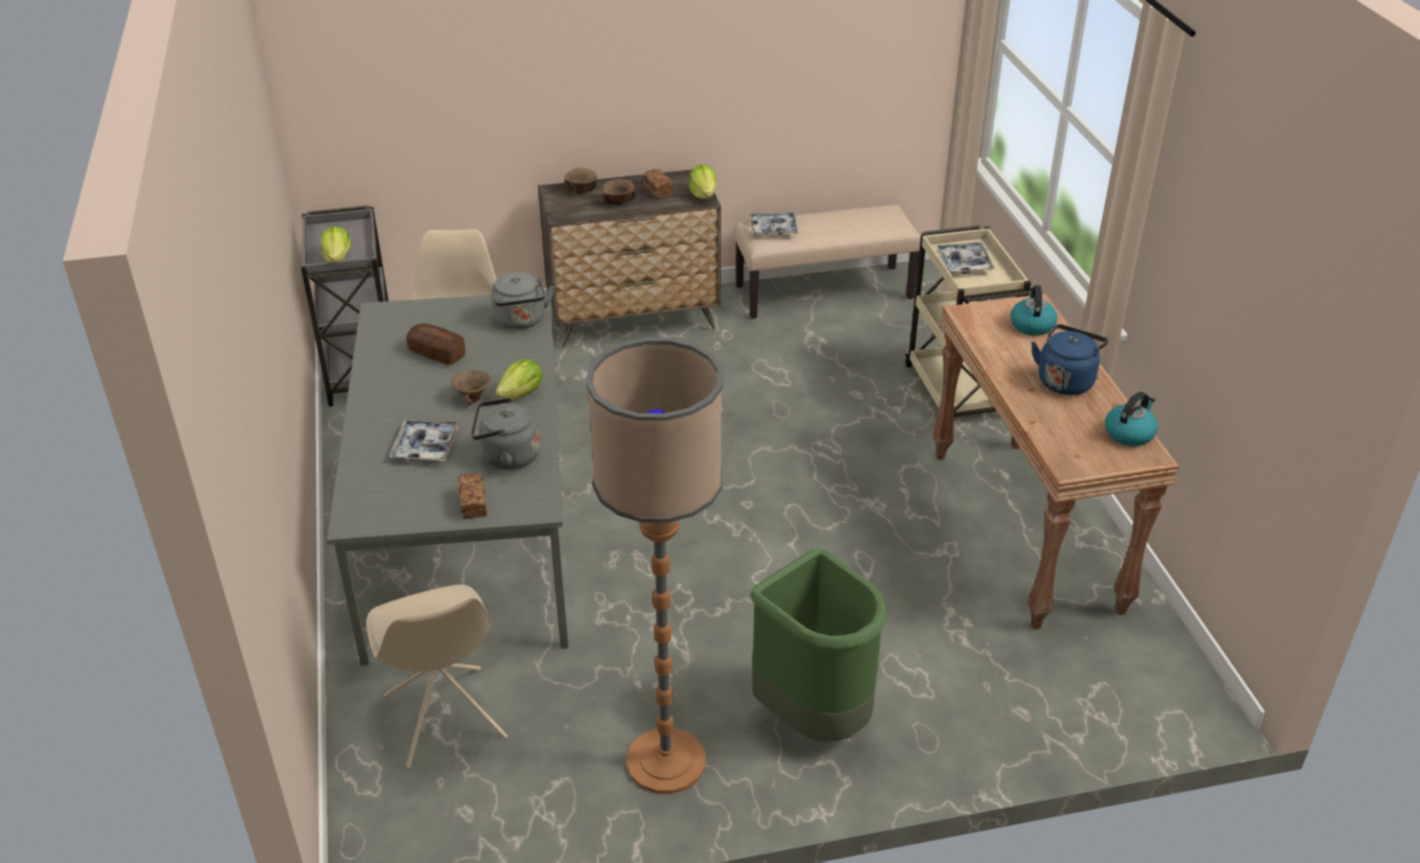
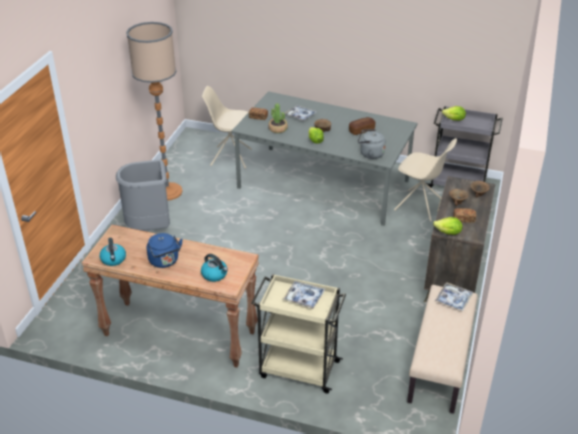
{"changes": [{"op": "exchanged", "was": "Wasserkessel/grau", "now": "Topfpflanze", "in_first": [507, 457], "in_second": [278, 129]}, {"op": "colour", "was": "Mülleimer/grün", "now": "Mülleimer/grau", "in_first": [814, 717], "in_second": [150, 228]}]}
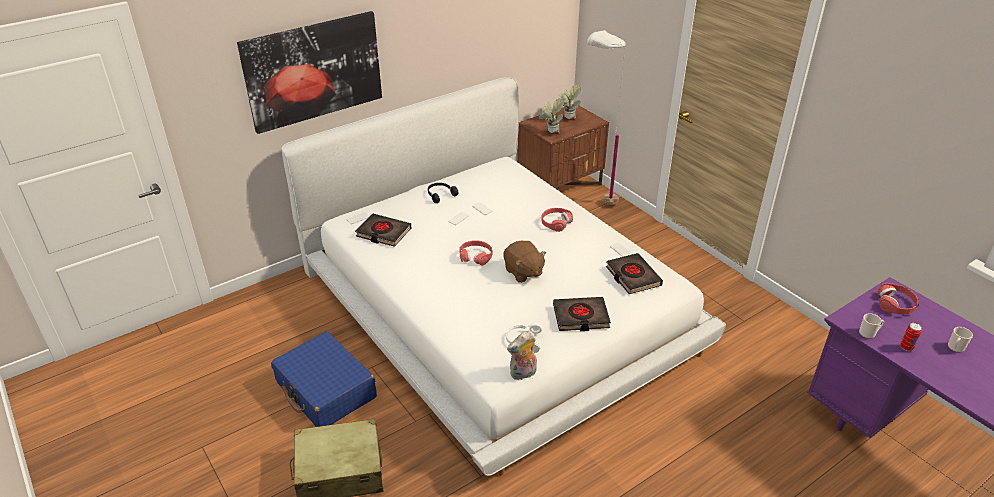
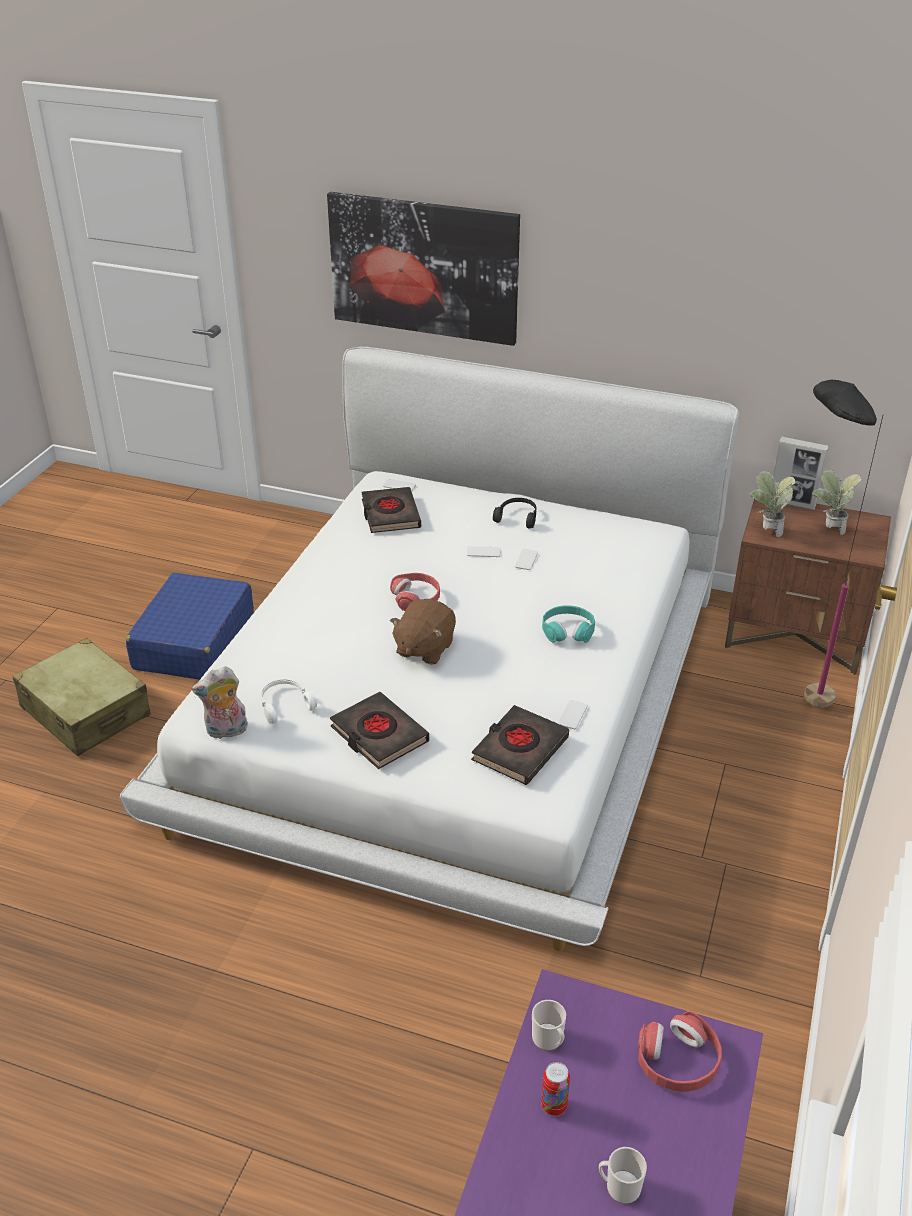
{"changes": [{"op": "appeared", "now": "Bilderrahmen", "in_second": [792, 503]}, {"op": "colour", "was": "Kopfhörer/rot", "now": "Kopfhörer/türkis", "in_first": [556, 223], "in_second": [568, 631]}, {"op": "colour", "was": "Stehlampe/weiß", "now": "Stehlampe/schwarz", "in_first": [596, 205], "in_second": [794, 692]}, {"op": "spun", "was": "Plüschtier", "in_first": [523, 374], "in_second": [226, 731], "clockwise": -45}]}
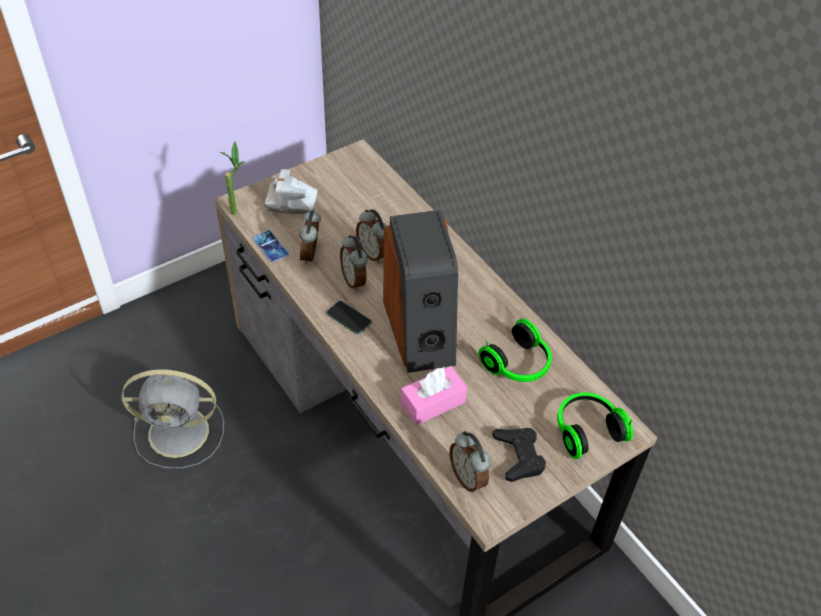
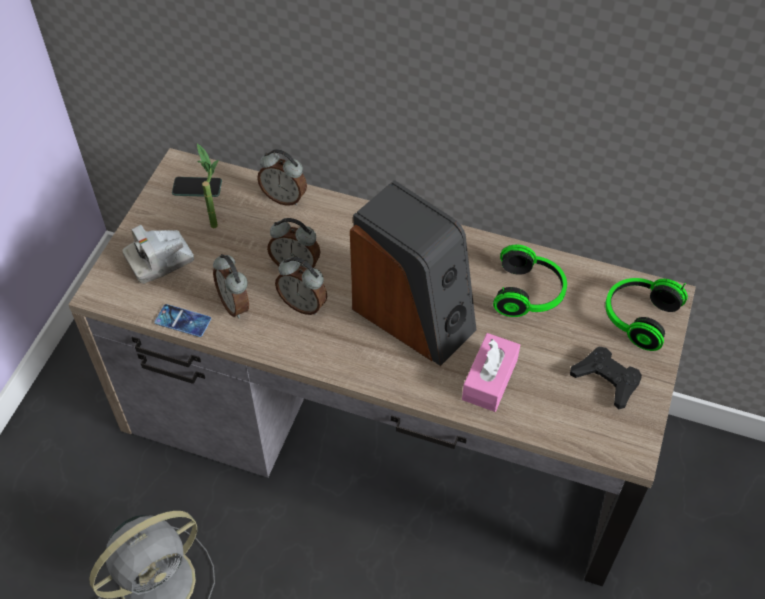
{"changes": [{"op": "relocated", "was": "Topfpflanze", "in_first": [238, 209], "in_second": [214, 220]}, {"op": "relocated", "was": "Handy", "in_first": [349, 318], "in_second": [197, 187]}, {"op": "relocated", "was": "Wecker", "in_first": [468, 477], "in_second": [284, 197]}]}
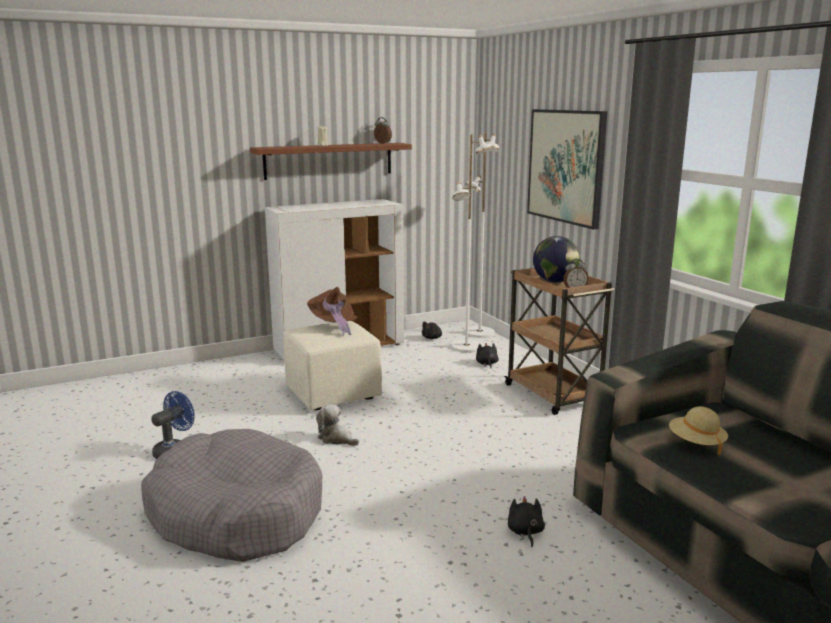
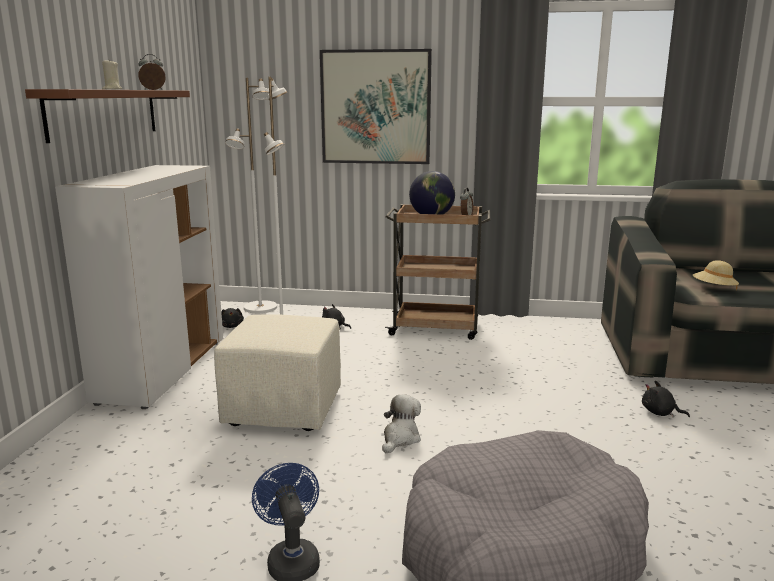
{"changes": [{"op": "missing", "was": "Hut/braun", "in_first": [334, 326]}, {"op": "spun", "was": "Plüschtier", "in_first": [337, 439], "in_second": [400, 438], "clockwise": 135}]}
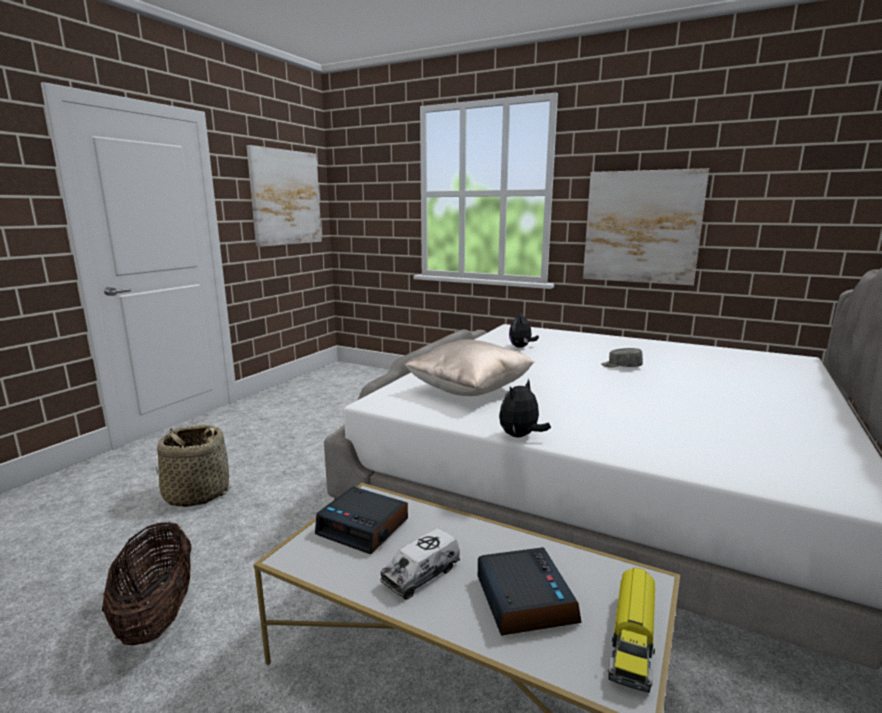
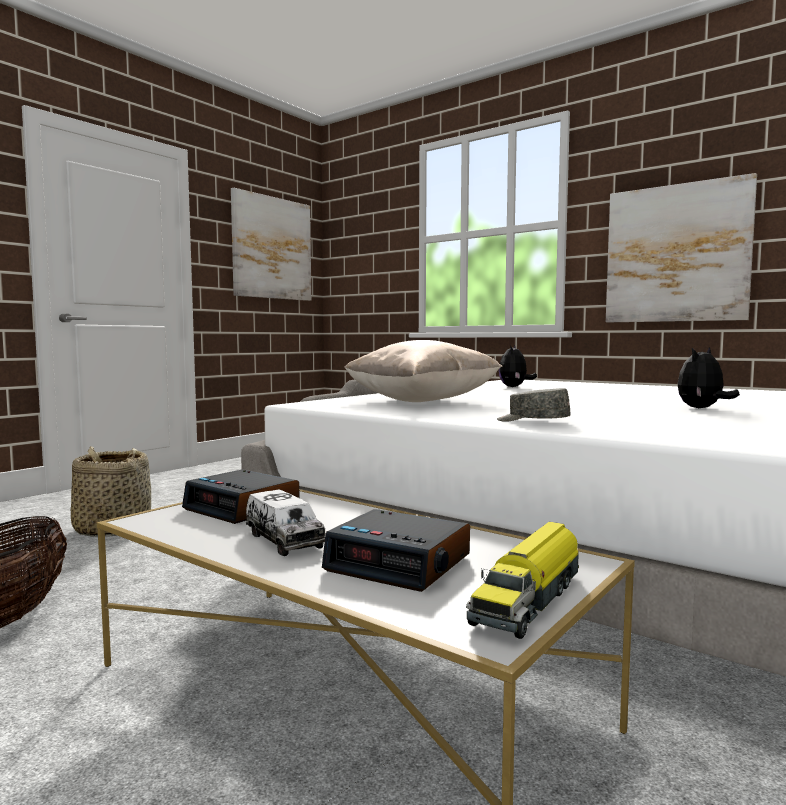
{"changes": [{"op": "relocated", "was": "Plüschtier", "in_first": [520, 436], "in_second": [702, 408]}, {"op": "relocated", "was": "Kappe/grau", "in_first": [621, 366], "in_second": [532, 421]}, {"op": "spun", "was": "Spielzeuglaster", "in_first": [421, 575], "in_second": [284, 539], "clockwise": -90}, {"op": "spun", "was": "Wecker", "in_first": [524, 599], "in_second": [400, 563], "clockwise": 120}]}
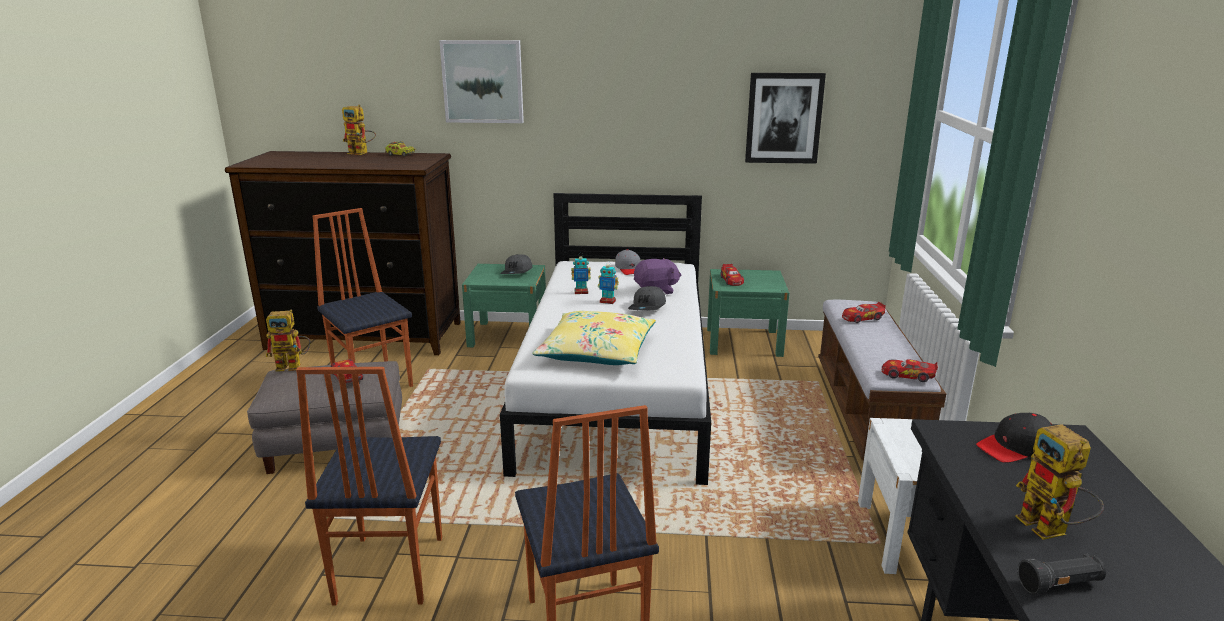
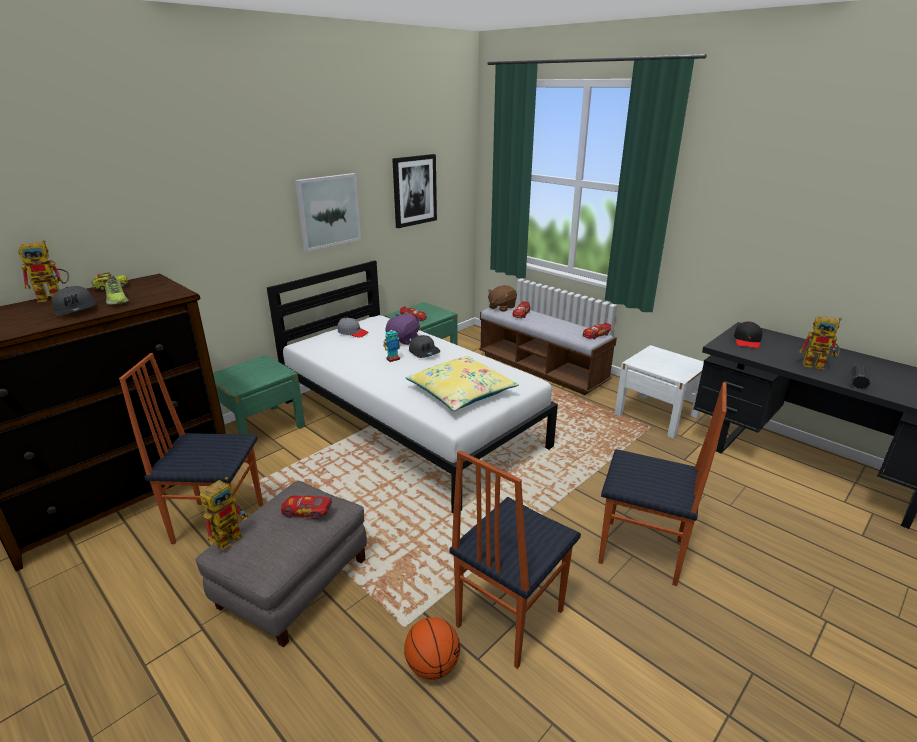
{"changes": [{"op": "missing", "was": "Spielzeugroboter", "in_first": [581, 292]}, {"op": "appeared", "now": "Schuh", "in_second": [116, 300]}, {"op": "appeared", "now": "Basketball", "in_second": [432, 665]}, {"op": "appeared", "now": "Plüschtier/braun", "in_second": [501, 307]}, {"op": "relocated", "was": "Bild", "in_first": [483, 81], "in_second": [328, 211]}, {"op": "relocated", "was": "Kappe/grau", "in_first": [517, 272], "in_second": [76, 309]}, {"op": "spun", "was": "Stuhl", "in_first": [387, 570], "in_second": [508, 618], "clockwise": 90}]}
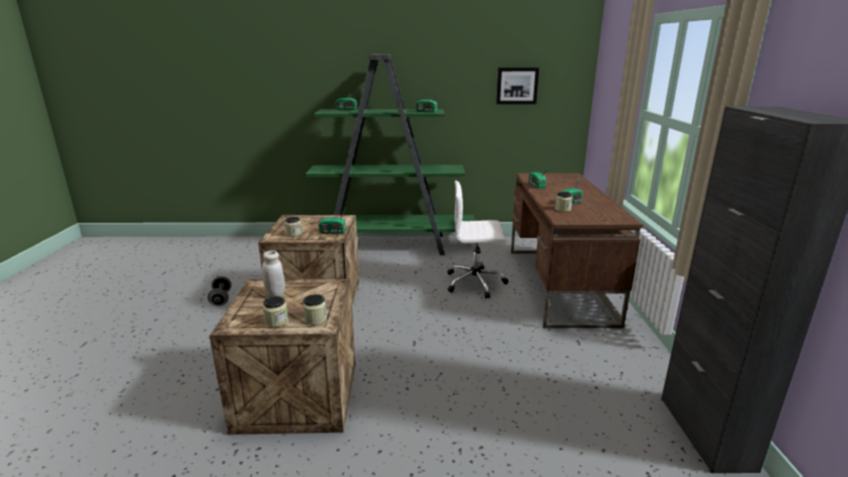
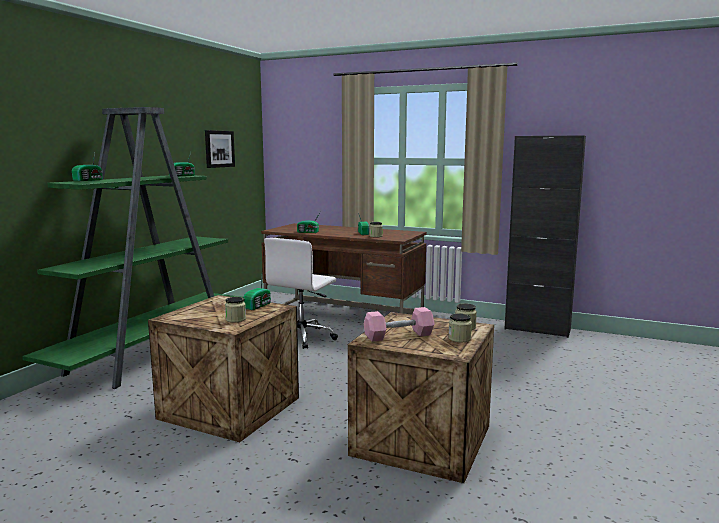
{"changes": [{"op": "missing", "was": "Hantel/grau", "in_first": [221, 299]}, {"op": "exchanged", "was": "Vorratsglas/weiß", "now": "Hantel/rosa", "in_first": [275, 294], "in_second": [398, 336]}]}
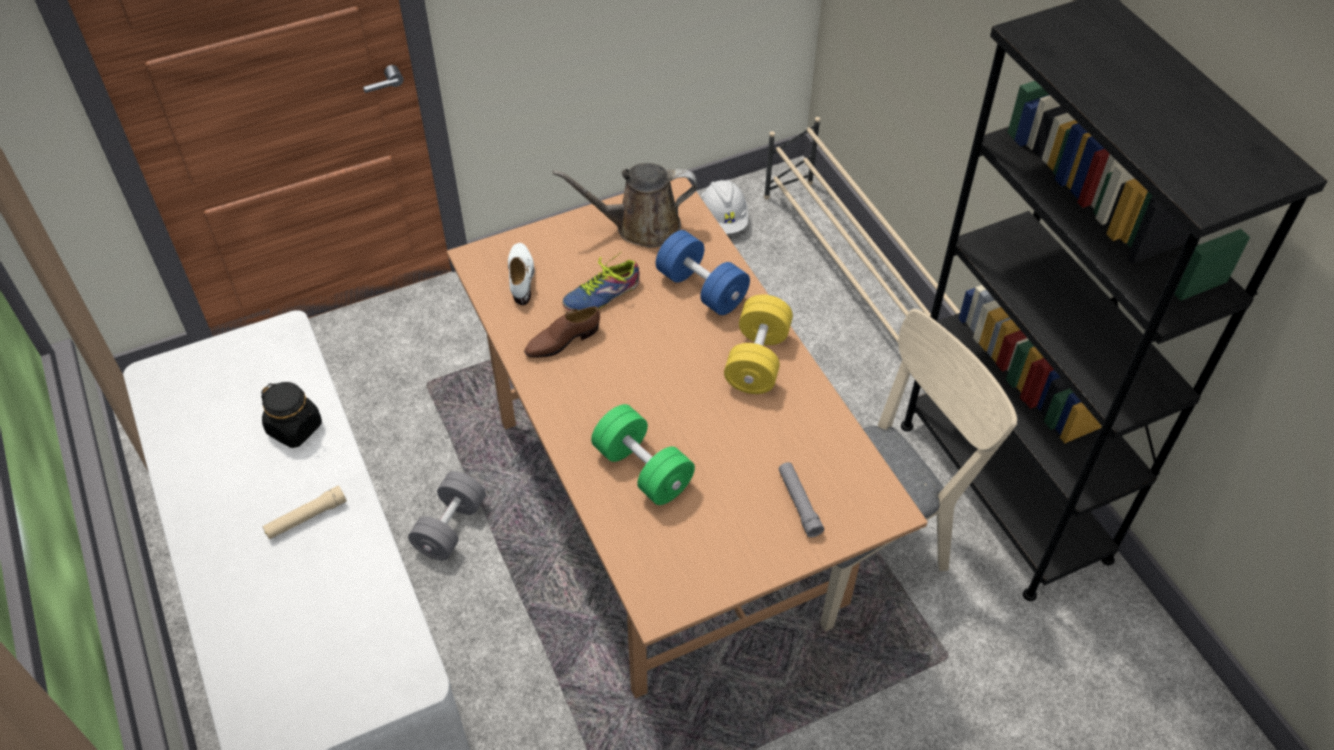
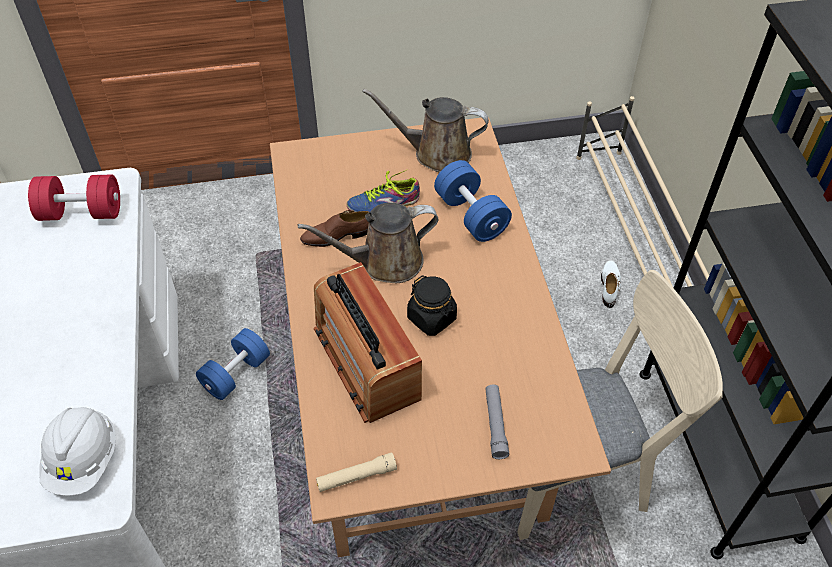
{"changes": [{"op": "missing", "was": "Hantel/gelb", "in_first": [757, 360]}, {"op": "appeared", "now": "Hantel/rot", "in_second": [81, 212]}, {"op": "appeared", "now": "Gießkanne/braun", "in_second": [384, 262]}, {"op": "relocated", "was": "Vorratsglas/schwarz", "in_first": [295, 428], "in_second": [432, 318]}, {"op": "relocated", "was": "Taschenlampe/beige", "in_first": [306, 518], "in_second": [356, 477]}, {"op": "relocated", "was": "Schuh/weiß", "in_first": [521, 277], "in_second": [609, 286]}, {"op": "relocated", "was": "Schutzhelm/weiß", "in_first": [723, 220], "in_second": [84, 460]}, {"op": "exchanged", "was": "Hantel/grün", "now": "Radio", "in_first": [643, 469], "in_second": [366, 362]}, {"op": "colour", "was": "Hantel/grau", "now": "Hantel/blau", "in_first": [450, 527], "in_second": [236, 374]}]}
